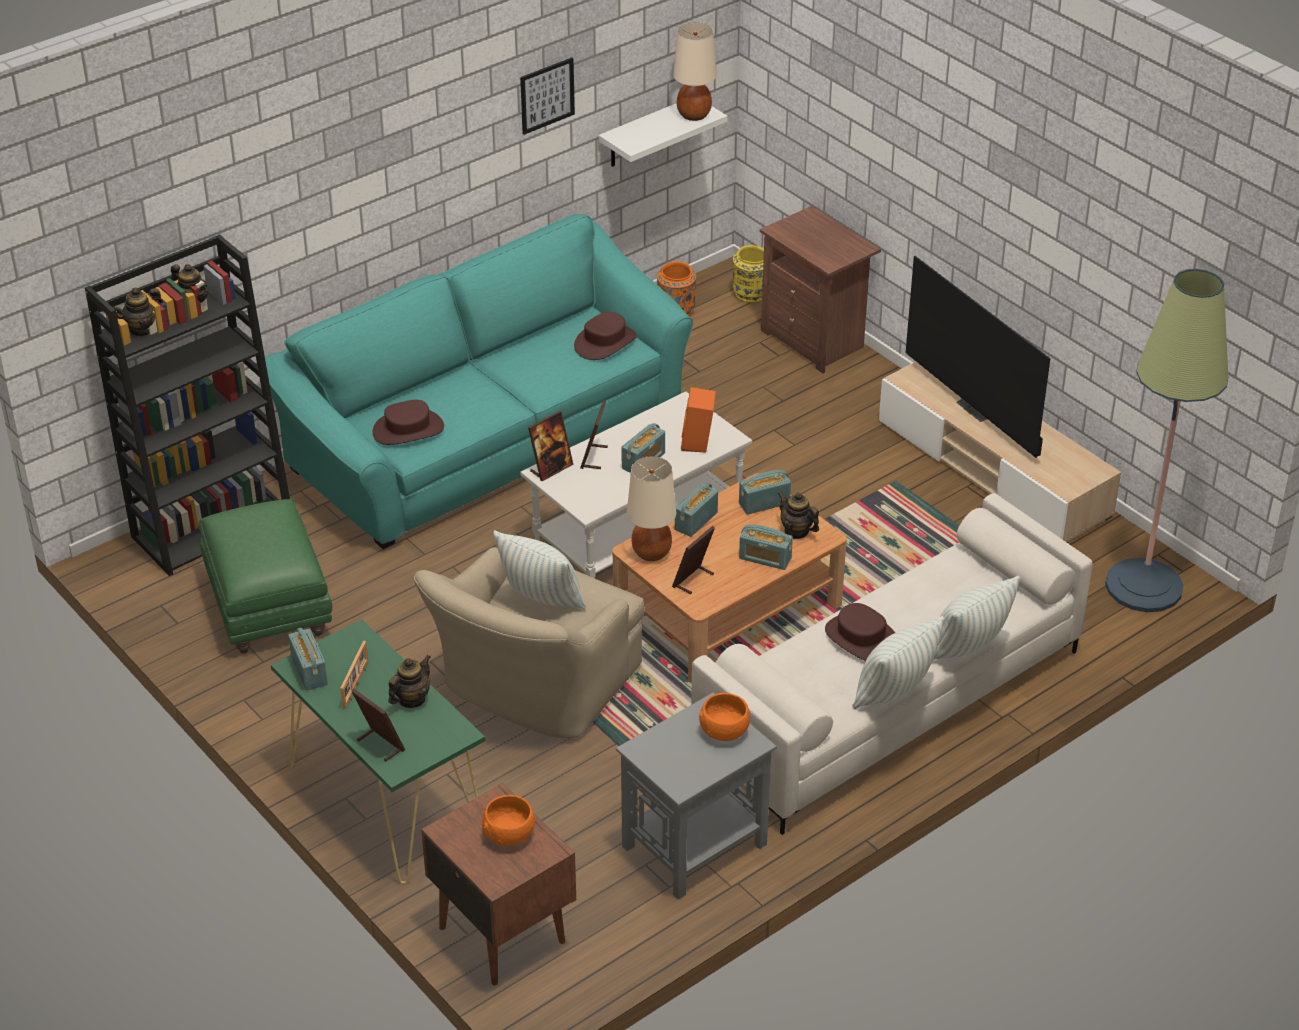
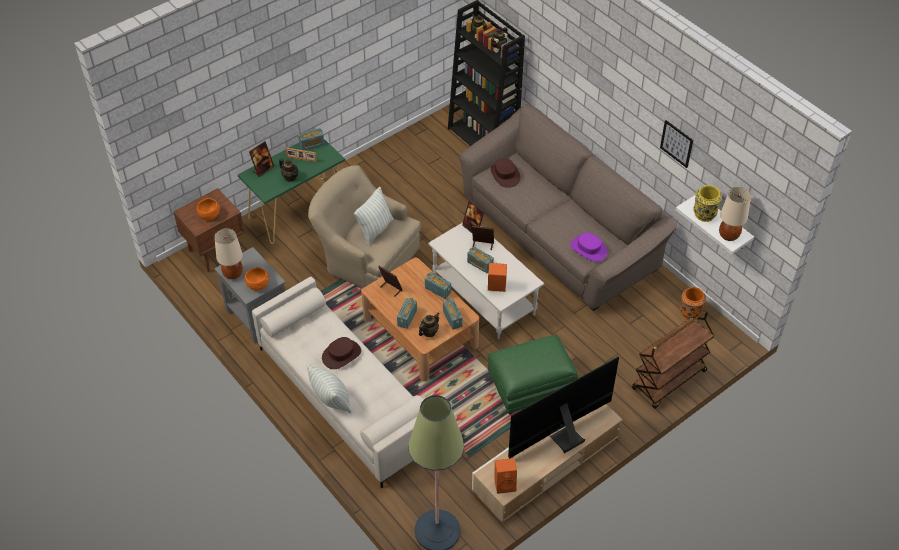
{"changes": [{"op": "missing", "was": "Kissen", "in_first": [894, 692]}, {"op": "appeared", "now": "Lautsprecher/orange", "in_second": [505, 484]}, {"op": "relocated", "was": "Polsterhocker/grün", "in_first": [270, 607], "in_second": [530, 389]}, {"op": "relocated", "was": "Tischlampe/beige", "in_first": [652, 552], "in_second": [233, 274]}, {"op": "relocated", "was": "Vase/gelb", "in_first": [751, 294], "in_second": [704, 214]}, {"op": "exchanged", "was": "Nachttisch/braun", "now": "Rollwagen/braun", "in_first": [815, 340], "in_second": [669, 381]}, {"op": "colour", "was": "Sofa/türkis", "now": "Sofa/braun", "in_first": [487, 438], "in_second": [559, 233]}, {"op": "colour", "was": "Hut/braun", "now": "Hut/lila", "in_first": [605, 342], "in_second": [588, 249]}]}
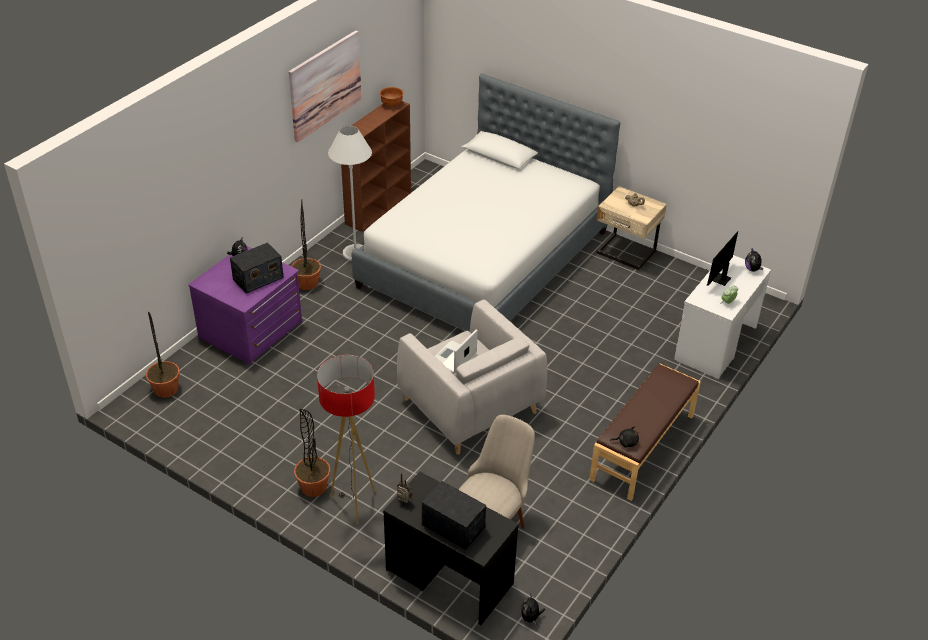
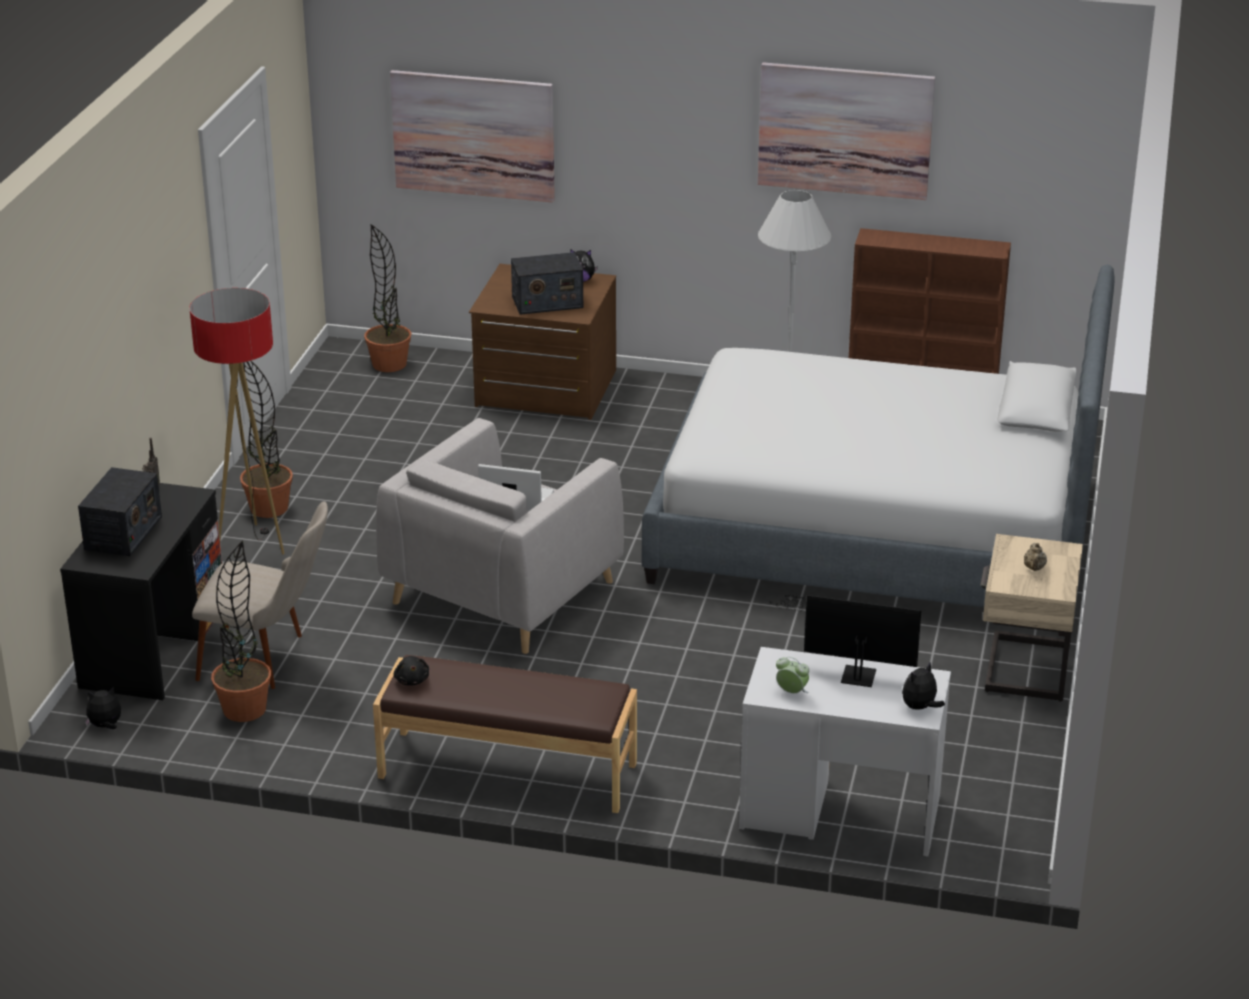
{"changes": [{"op": "missing", "was": "Schüssel/braun", "in_first": [392, 104]}, {"op": "appeared", "now": "Bild", "in_second": [473, 135]}, {"op": "relocated", "was": "Topfpflanze", "in_first": [307, 283], "in_second": [244, 709]}, {"op": "colour", "was": "Kommode/lila", "now": "Kommode/braun", "in_first": [252, 330], "in_second": [545, 389]}, {"op": "spun", "was": "Radio", "in_first": [258, 278], "in_second": [547, 302], "clockwise": -45}]}
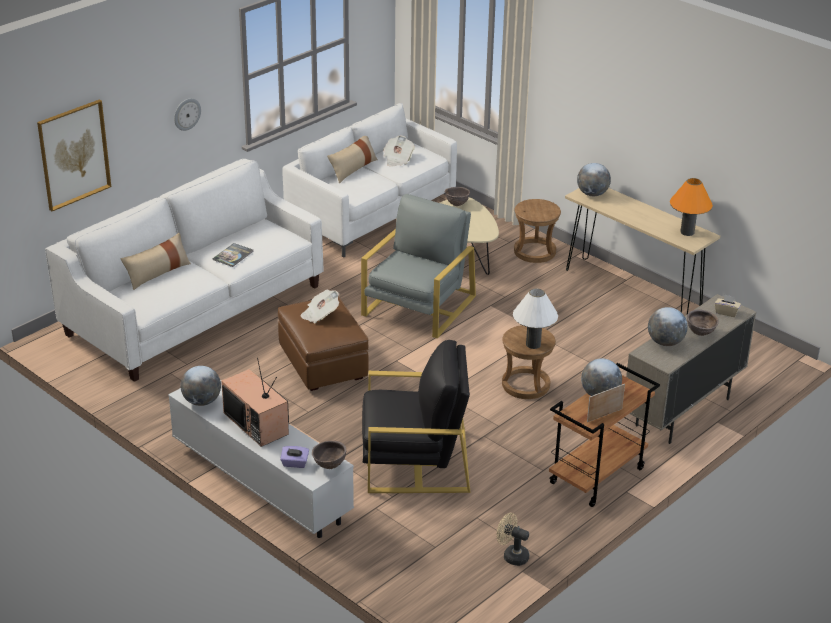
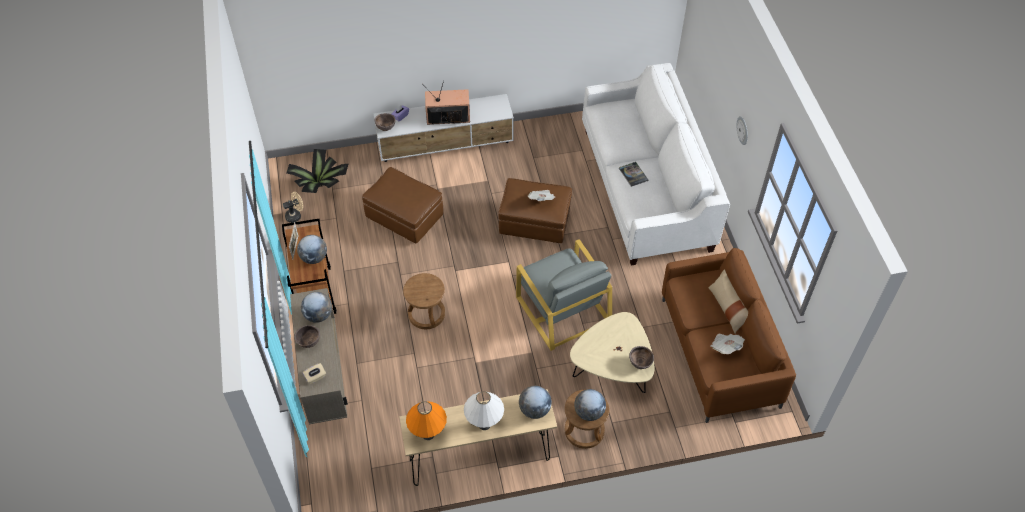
{"changes": [{"op": "missing", "was": "Bild", "in_first": [74, 154]}, {"op": "missing", "was": "Kissen/beige", "in_first": [157, 273]}, {"op": "appeared", "now": "Topfpflanze", "in_second": [321, 186]}, {"op": "relocated", "was": "Globus", "in_first": [201, 401], "in_second": [589, 412]}, {"op": "relocated", "was": "Tischlampe/weiß", "in_first": [533, 344], "in_second": [484, 424]}, {"op": "exchanged", "was": "Sessel/schwarz", "now": "Polsterhocker/braun", "in_first": [415, 461], "in_second": [404, 218]}, {"op": "colour", "was": "Sofa/weiß", "now": "Sofa/braun", "in_first": [371, 214], "in_second": [718, 352]}]}
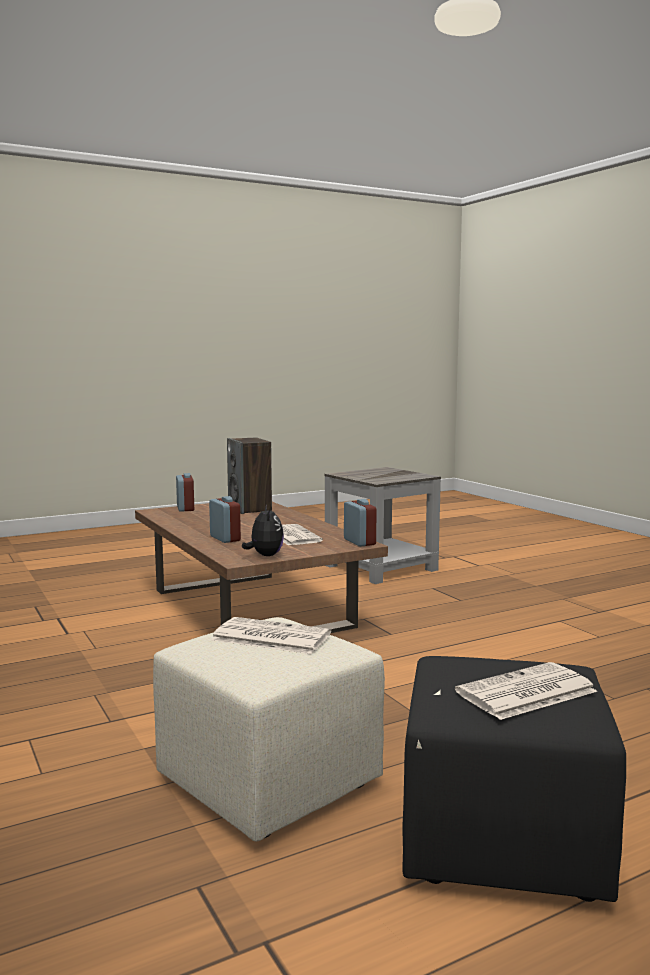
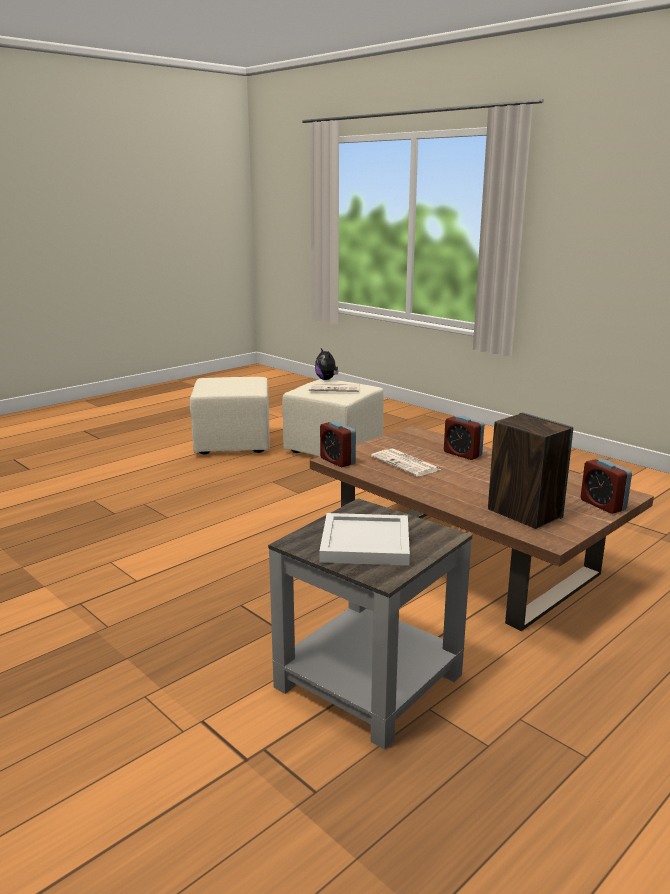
{"changes": [{"op": "missing", "was": "Zeitung", "in_first": [525, 693]}, {"op": "appeared", "now": "Tablett/weiß", "in_second": [367, 542]}, {"op": "relocated", "was": "Plüschtier", "in_first": [265, 555], "in_second": [327, 379]}, {"op": "colour", "was": "Polsterhocker/schwarz", "now": "Polsterhocker/beige", "in_first": [499, 842], "in_second": [234, 444]}]}
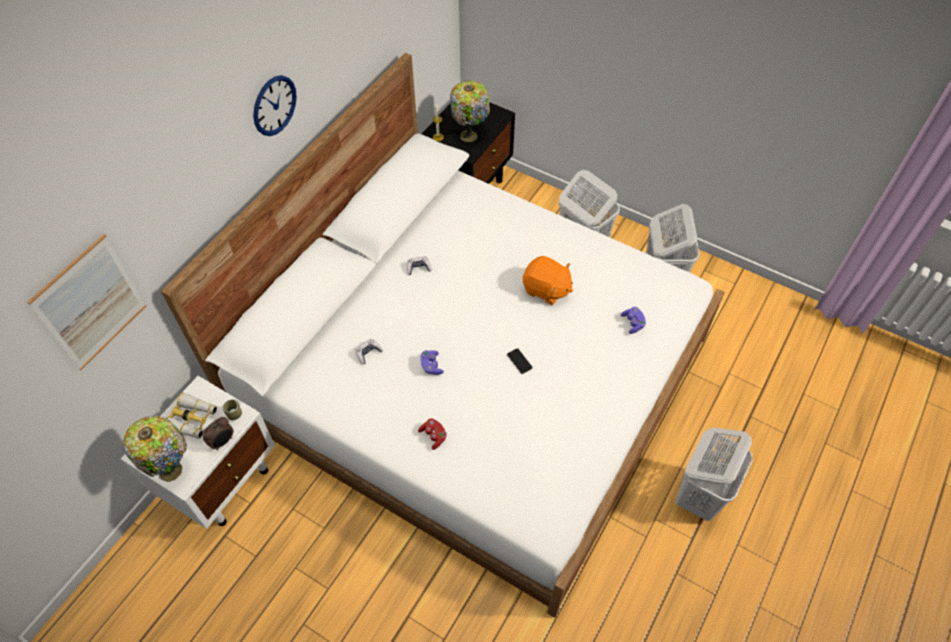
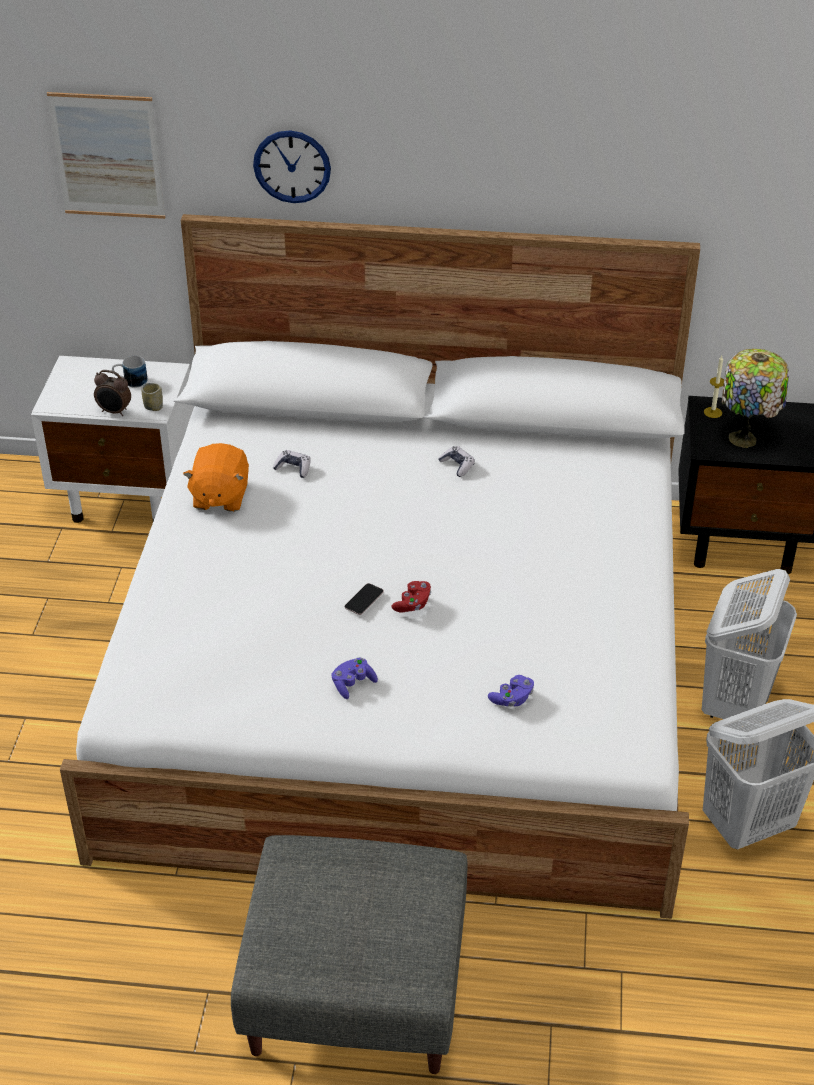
{"changes": [{"op": "missing", "was": "Tischlampe", "in_first": [172, 469]}, {"op": "relocated", "was": "Wanduhr", "in_first": [274, 105], "in_second": [292, 166]}, {"op": "relocated", "was": "Gamepad/rot", "in_first": [433, 436], "in_second": [413, 604]}, {"op": "relocated", "was": "Gamepad/lila", "in_first": [431, 366], "in_second": [353, 684]}, {"op": "relocated", "was": "Plüschtier/orange", "in_first": [546, 289], "in_second": [219, 497]}, {"op": "exchanged", "was": "Fernglas", "now": "Henkelbecher", "in_first": [192, 420], "in_second": [130, 381]}, {"op": "exchanged", "was": "Wäschekorb/weiß", "now": "Polsterhocker/grau", "in_first": [699, 495], "in_second": [356, 988]}]}
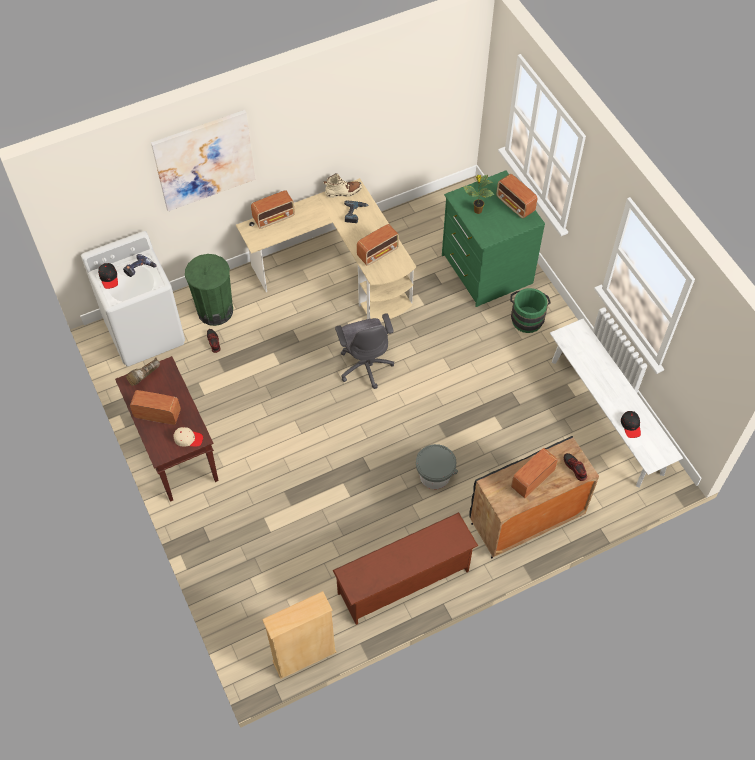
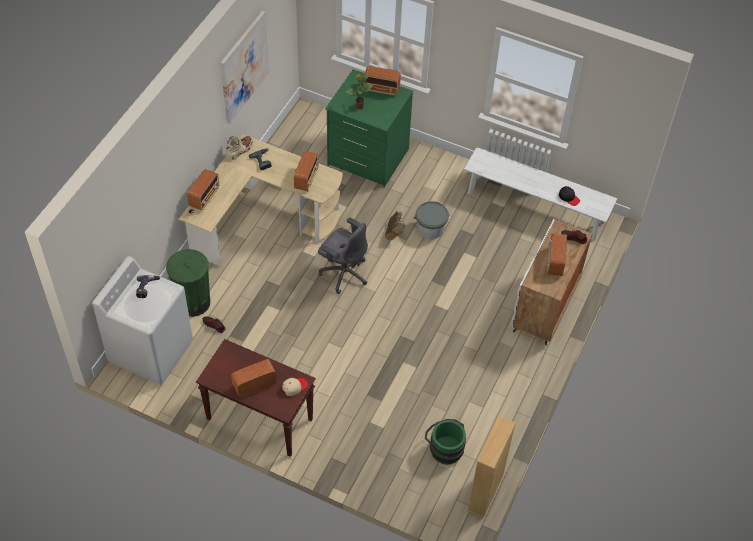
{"changes": [{"op": "missing", "was": "Kappe/schwarz", "in_first": [109, 278]}, {"op": "missing", "was": "Schuhregal/braun", "in_first": [404, 583]}, {"op": "relocated", "was": "Stiefel/braun", "in_first": [145, 379], "in_second": [394, 232]}, {"op": "relocated", "was": "Bild", "in_first": [204, 160], "in_second": [244, 67]}, {"op": "relocated", "was": "Eimer/grau", "in_first": [434, 475], "in_second": [430, 229]}, {"op": "relocated", "was": "Eimer/grün", "in_first": [527, 317], "in_second": [444, 448]}, {"op": "colour", "was": "Schrank/schwarz", "now": "Schrank/weiß", "in_first": [525, 520], "in_second": [545, 306]}]}
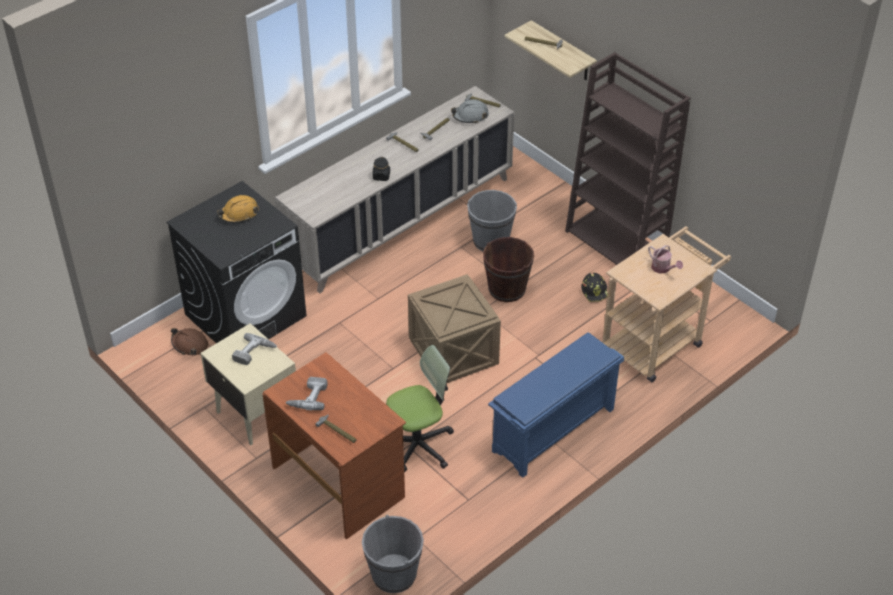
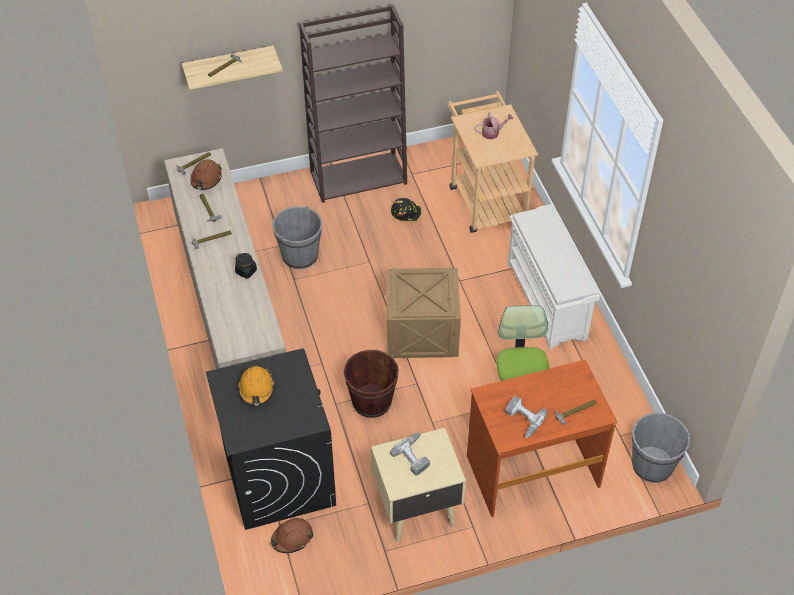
{"changes": [{"op": "relocated", "was": "Eimer/braun", "in_first": [507, 289], "in_second": [371, 401]}, {"op": "colour", "was": "Schutzhelm/grau", "now": "Schutzhelm/braun", "in_first": [470, 116], "in_second": [206, 179]}, {"op": "colour", "was": "Schuhregal/blau", "now": "Schuhregal/weiß", "in_first": [553, 431], "in_second": [547, 301]}]}
